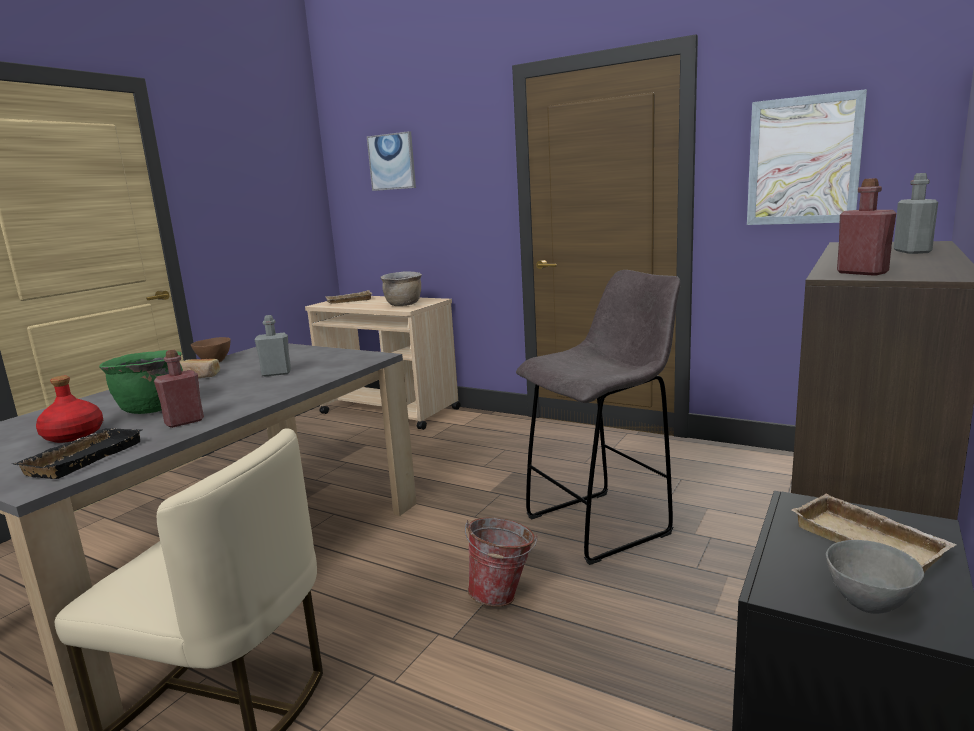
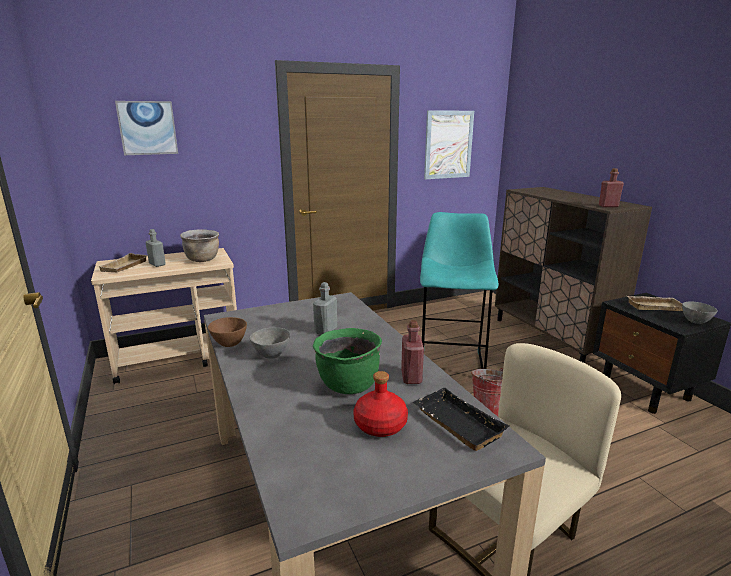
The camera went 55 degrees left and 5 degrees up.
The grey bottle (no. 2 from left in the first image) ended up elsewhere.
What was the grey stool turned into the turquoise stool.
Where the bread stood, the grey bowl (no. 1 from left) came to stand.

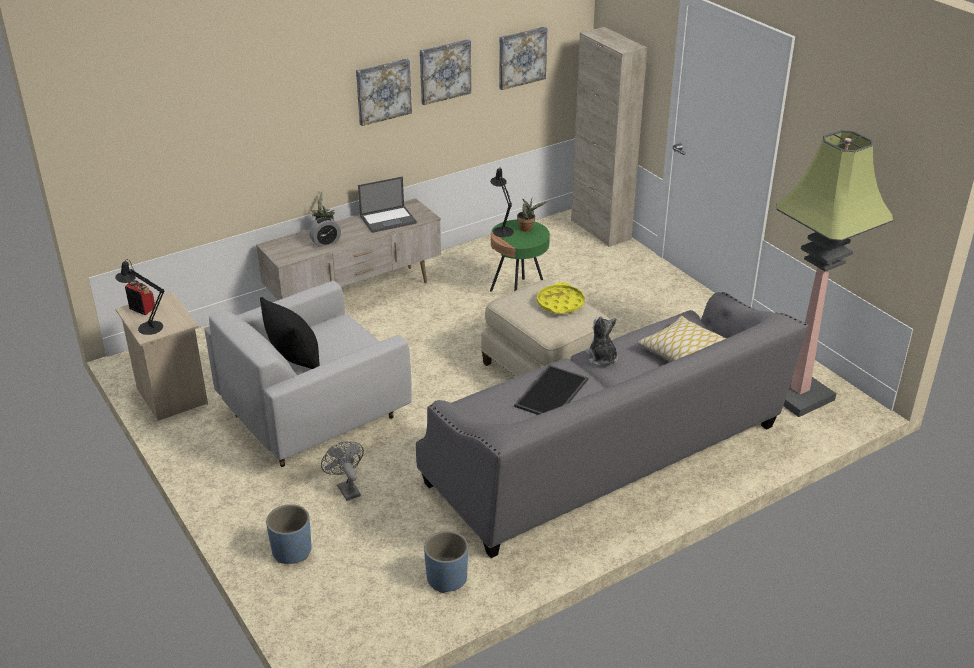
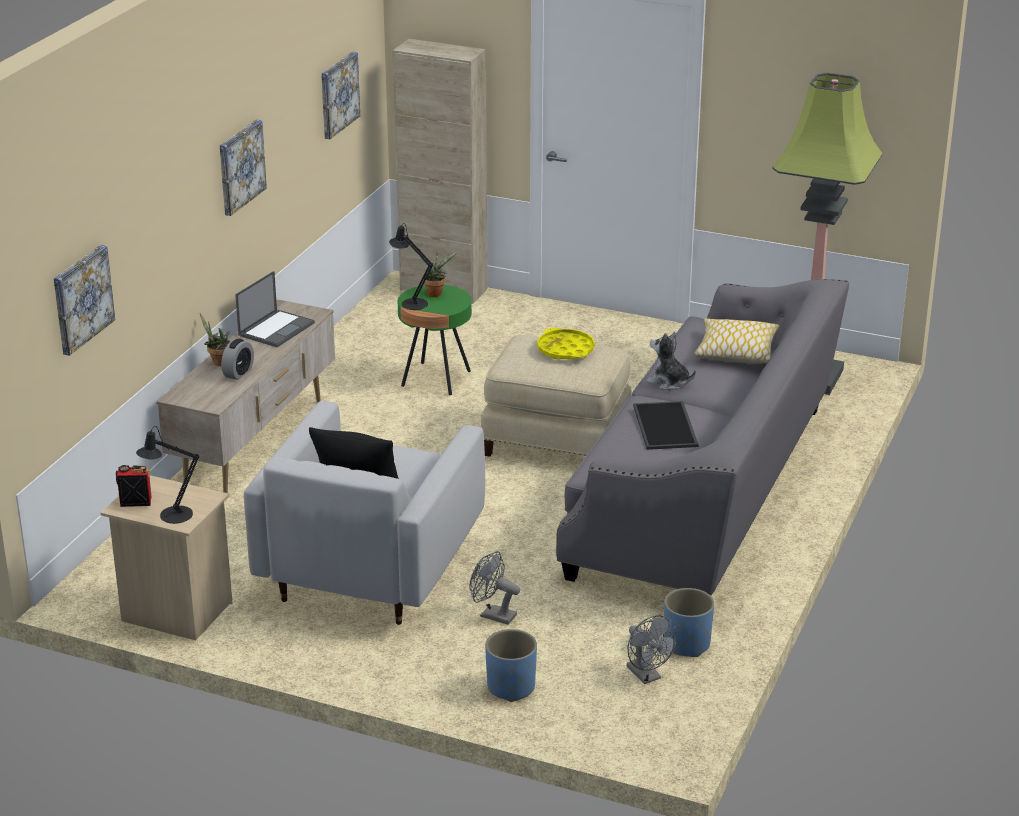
The camera went 35 degrees left and 5 degrees down.
The picture (no. 2 from left in the first image) ended up elsewhere.
The second view gained the grey fan (no. 2 from left).

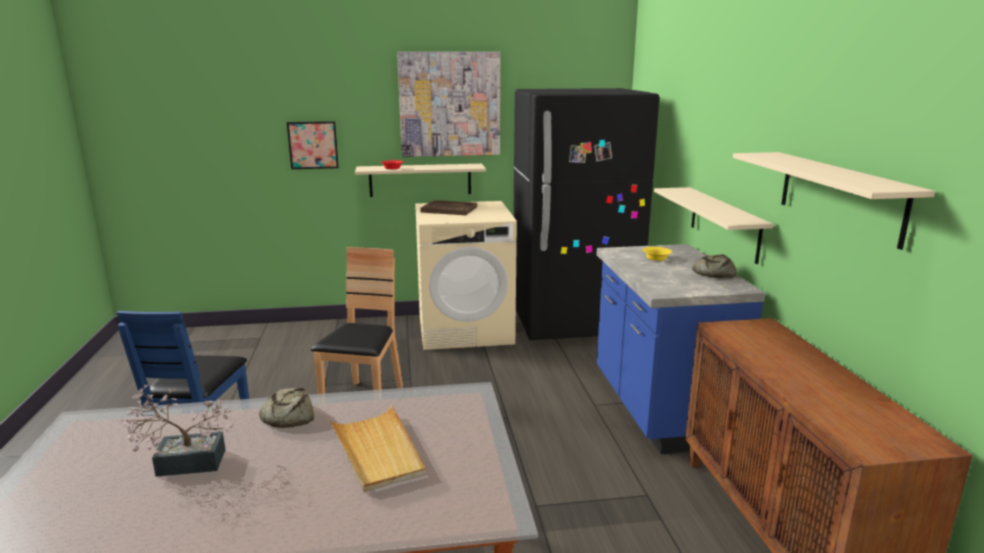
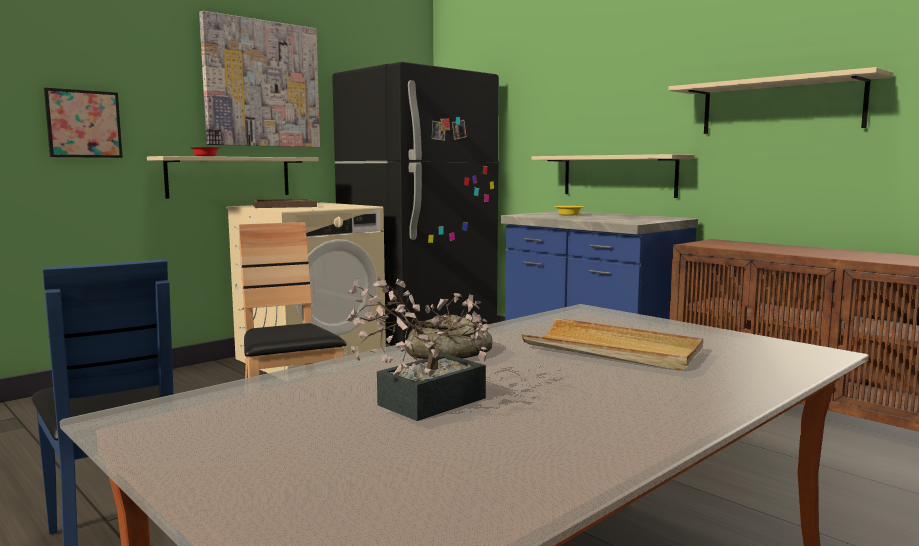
The camera went 35 degrees left and 10 degrees down.
The second view lost the bread (no. 2 from left).

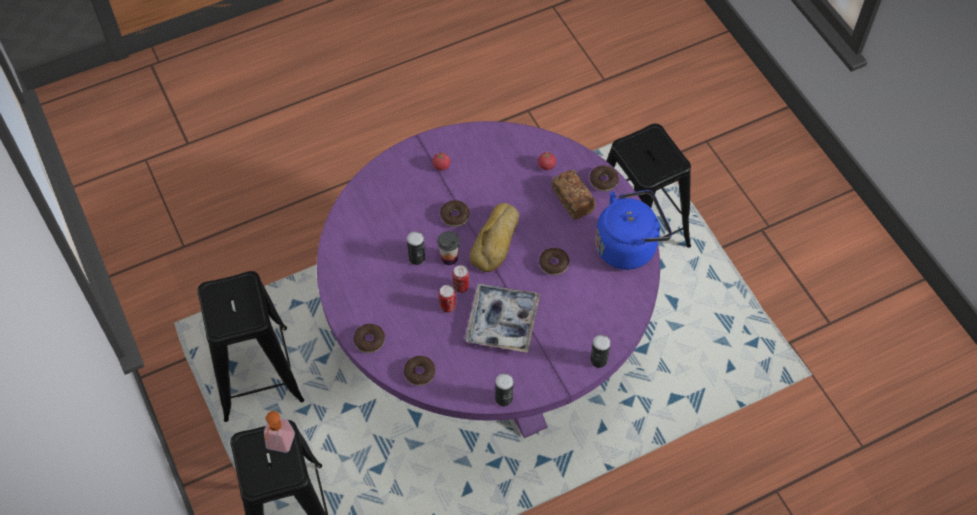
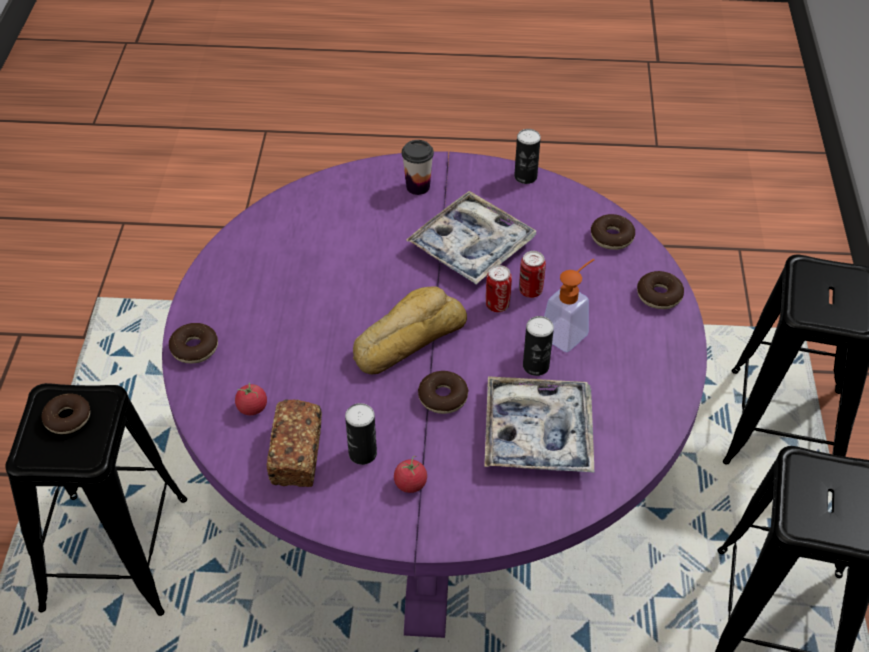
The camera went 150 degrees left and 10 degrees down.
The bread (no. 2 from left in the first image) ended up elsewhere.
The second view lost the blue kettle.
The cup ended up elsewhere.
The donut (no. 4 from left in the first image) ended up elsewhere.
The can (no. 5 from left in the first image) ended up elsewhere.
The soap dispenser ended up elsewhere.
The second view gained the tray (no. 2 from left).

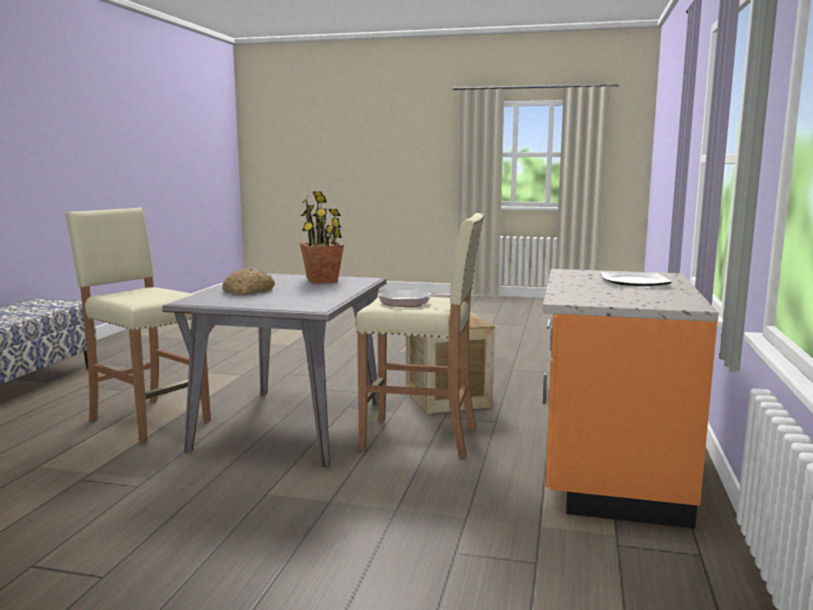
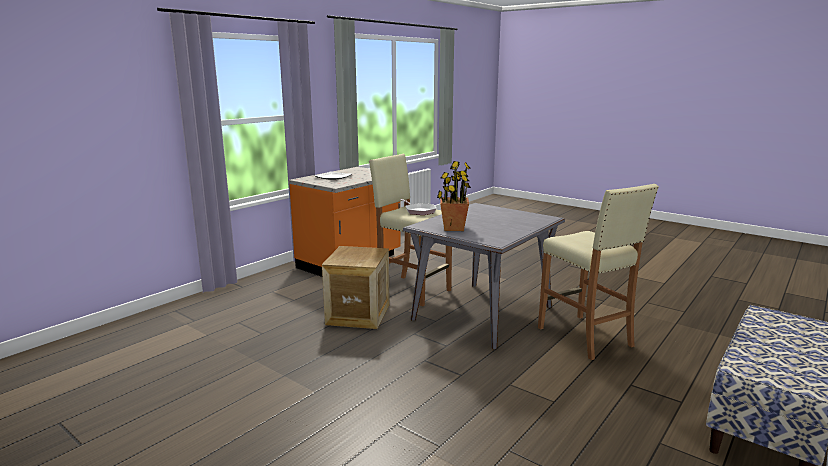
The camera went 155 degrees left and 5 degrees up.
The second view lost the bread.

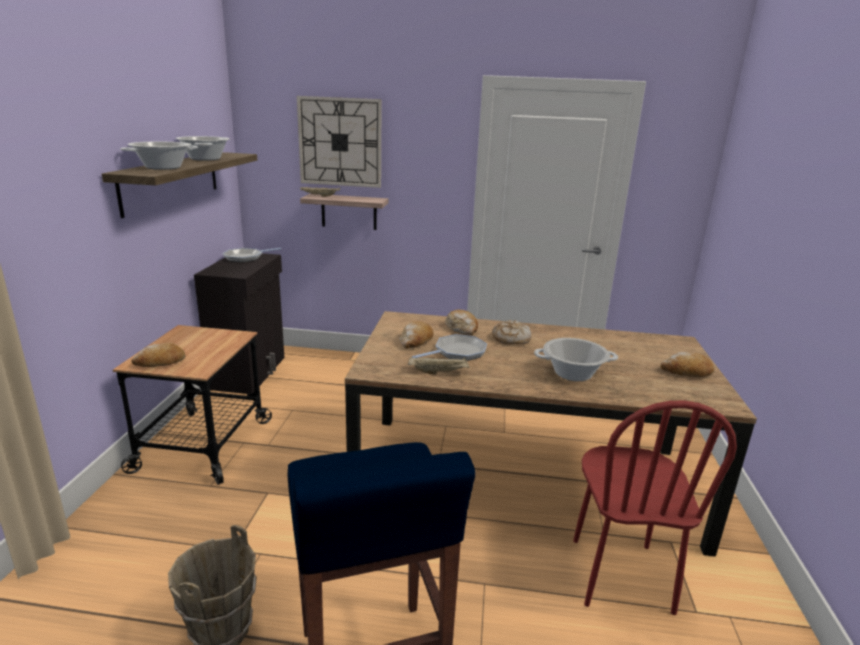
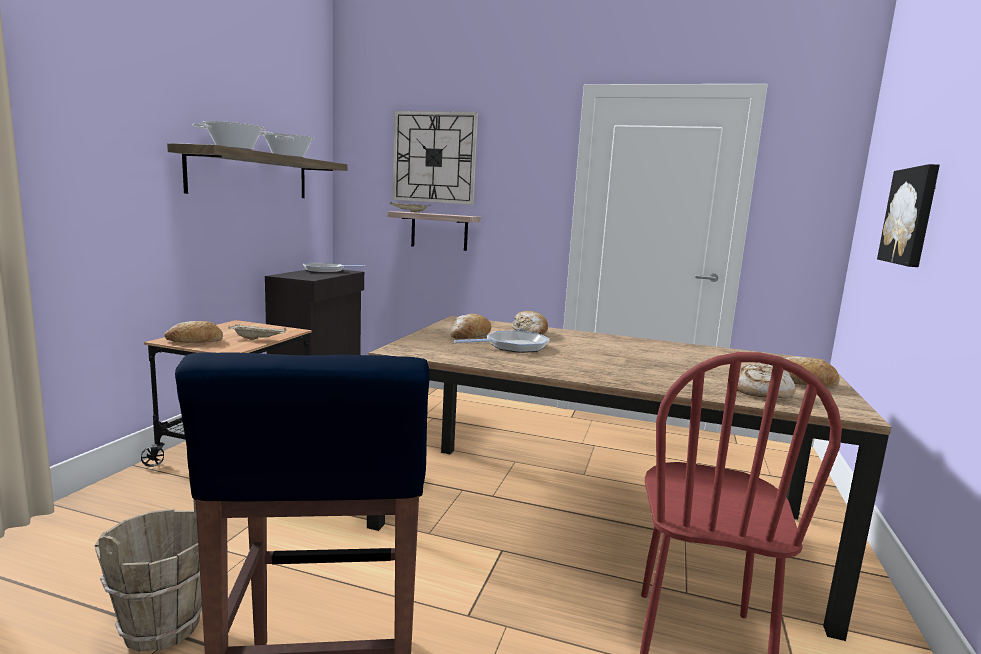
The camera went 10 degrees right and 10 degrees down.
The bread (no. 4 from left) ended up elsewhere.
The second view lost the cooking pot (no. 3 from left).
The beige tray (no. 2 from left in the first image) ended up elsewhere.
The second view gained the picture.

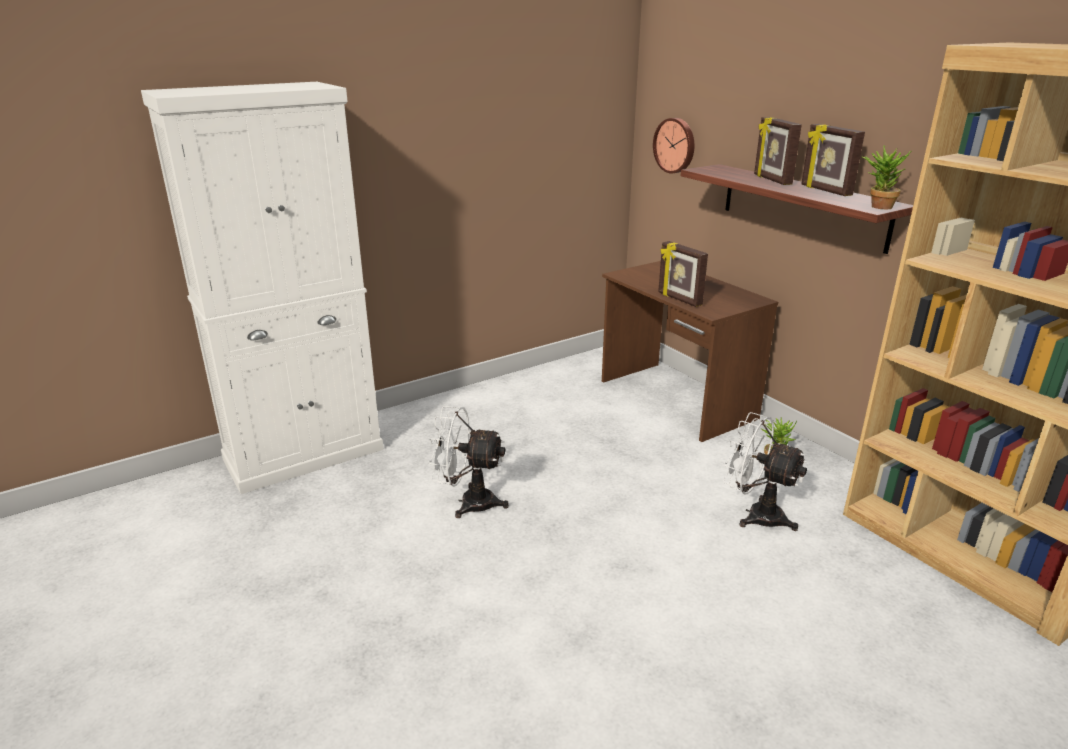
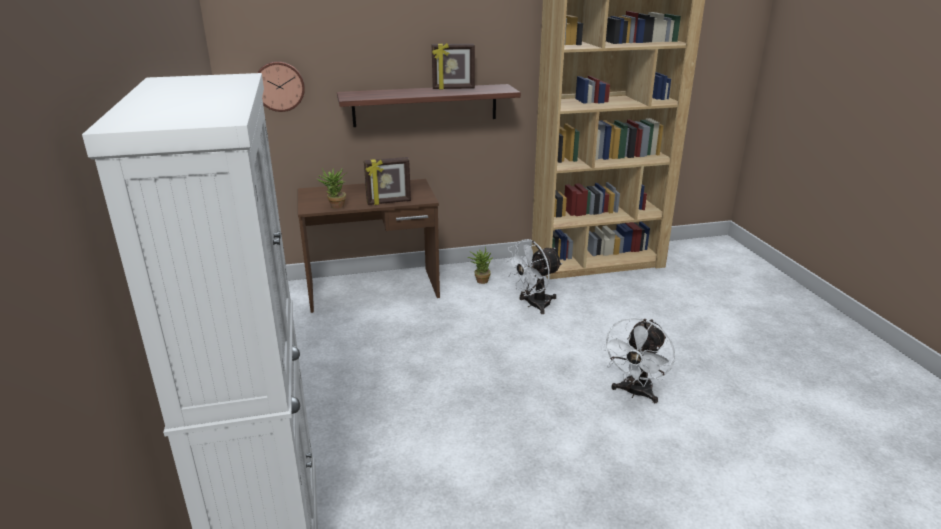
The camera went 70 degrees left and 0 degrees up.
The second view lost the picture frame (no. 2 from left).
The potted plant (no. 2 from left in the first image) ended up elsewhere.
The white fan (no. 1 from left in the first image) ended up elsewhere.

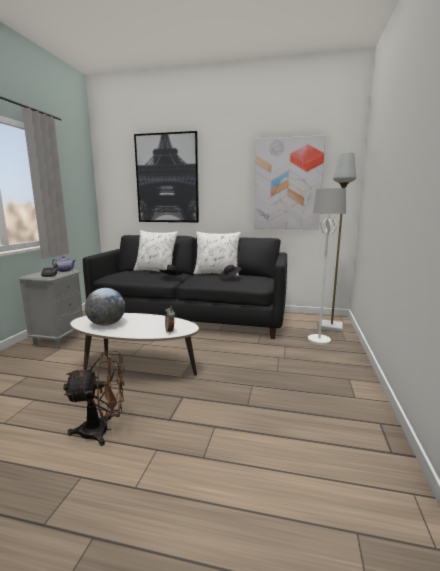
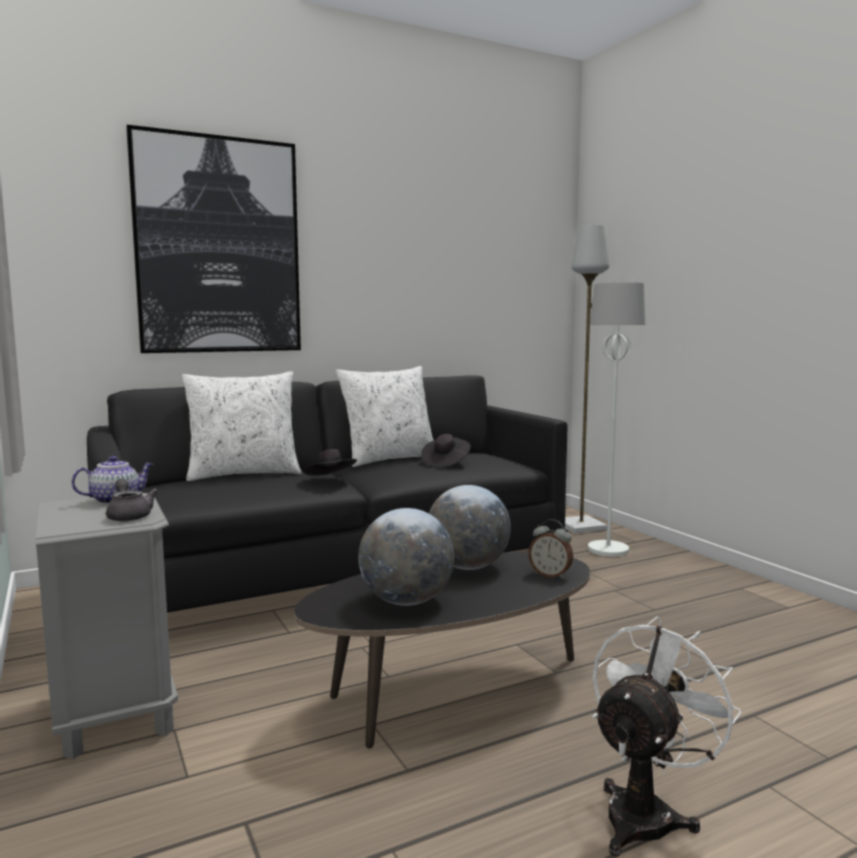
The camera went 40 degrees left and 5 degrees down.
The second view lost the picture (no. 2 from left).
What was the white coffee table turned into the black coffee table.
What was the brown fan turned into the white fan.
The second view gained the globe (no. 2 from left).

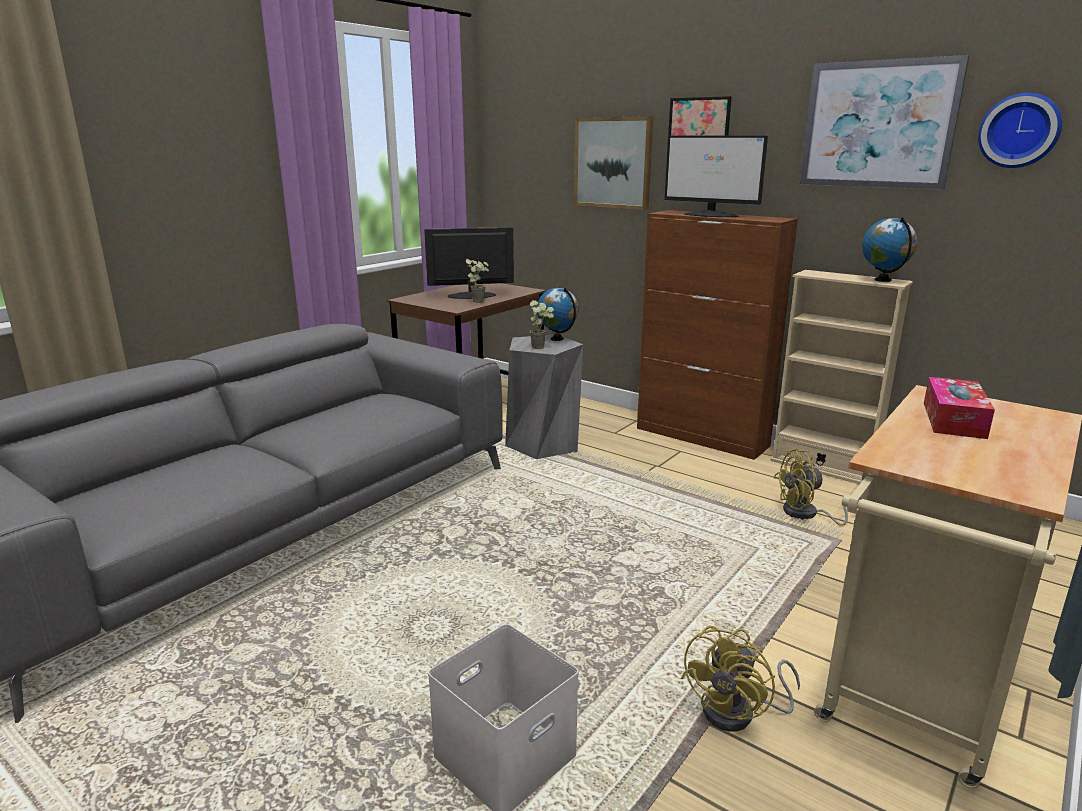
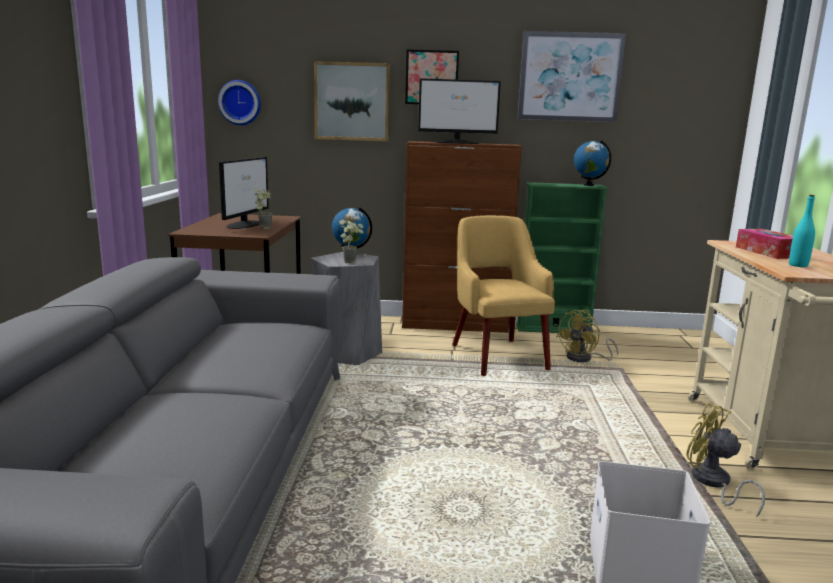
The camera went 35 degrees left and 5 degrees down.
The wall clock ended up elsewhere.
The monitor (no. 1 from left) ended up facing another way, 150 degrees clockwise from before.
What was the beige bookcase turned into the green bookcase.
The yellow fan (no. 1 from left in the first image) ended up facing another way, 135 degrees clockwise from before.
The second view gained the turquoise bottle.
The second view gained the yellow armchair.

